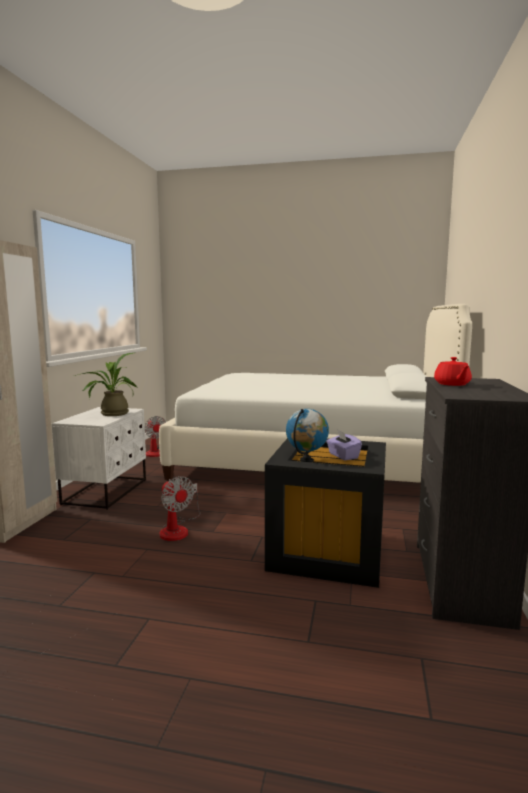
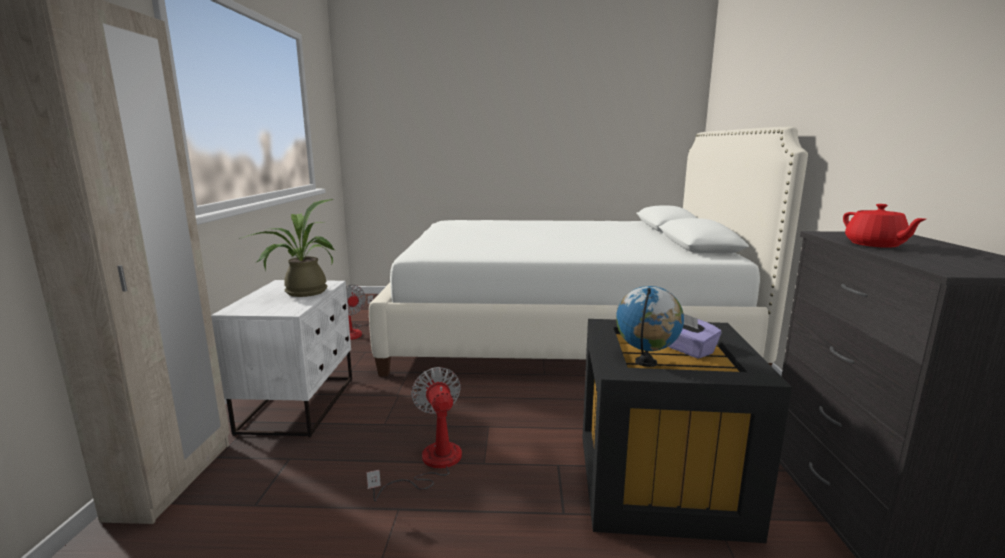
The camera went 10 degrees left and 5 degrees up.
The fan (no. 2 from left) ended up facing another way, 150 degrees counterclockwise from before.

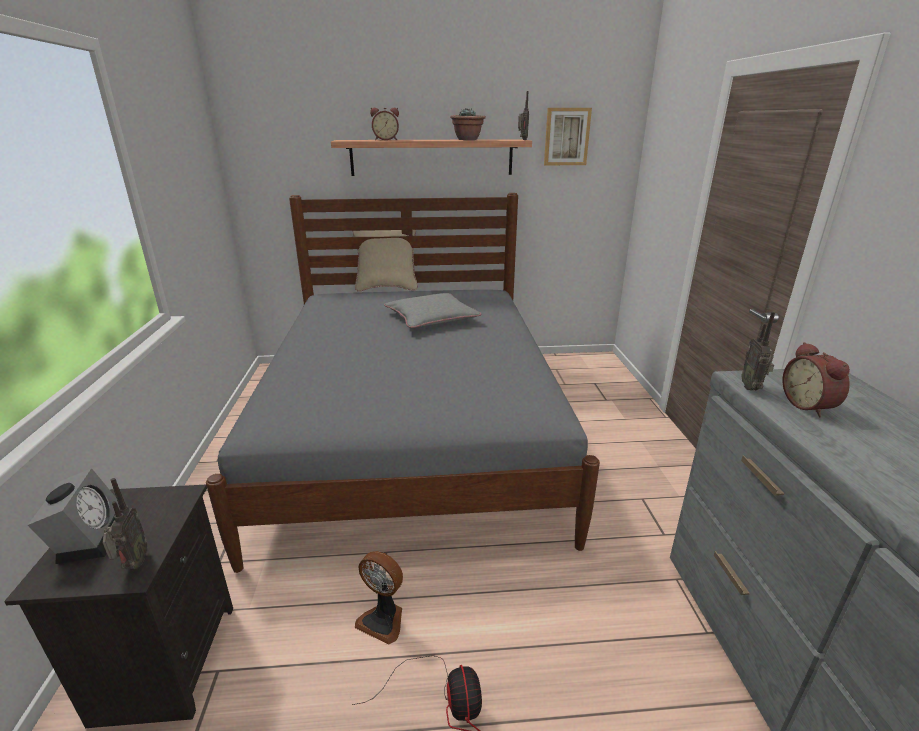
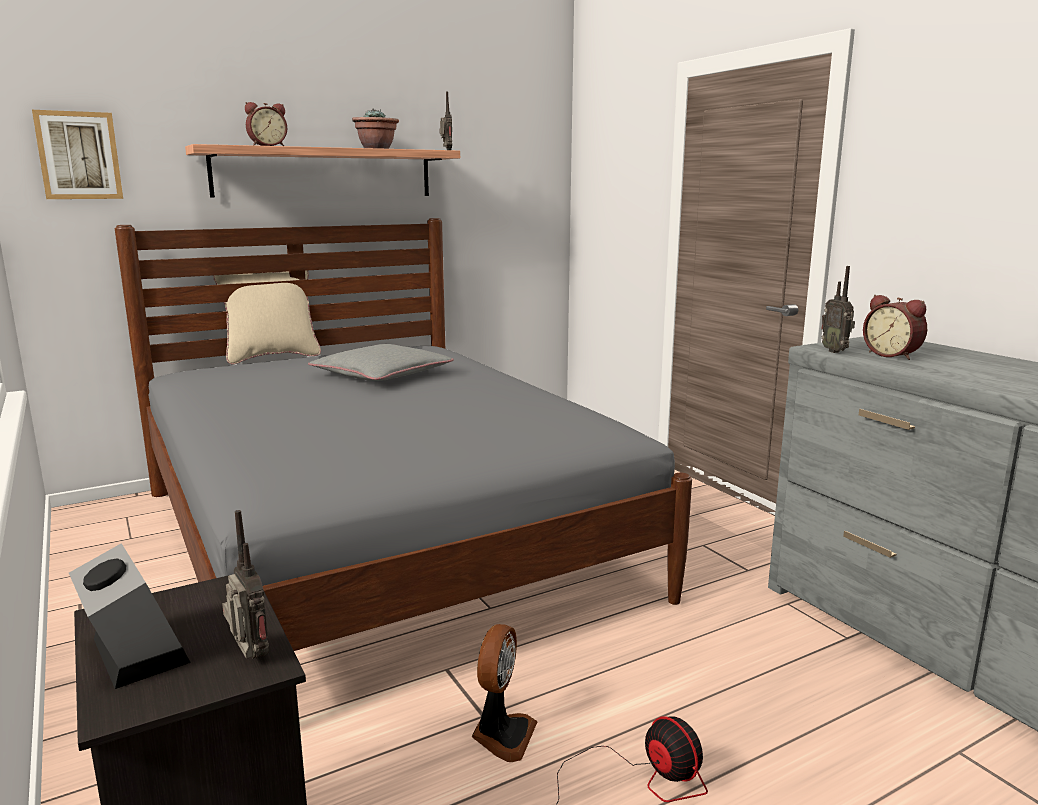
The camera went 25 degrees left and 10 degrees down.
The picture ended up elsewhere.
The fan (no. 1 from left) ended up facing another way, 75 degrees counterclockwise from before.

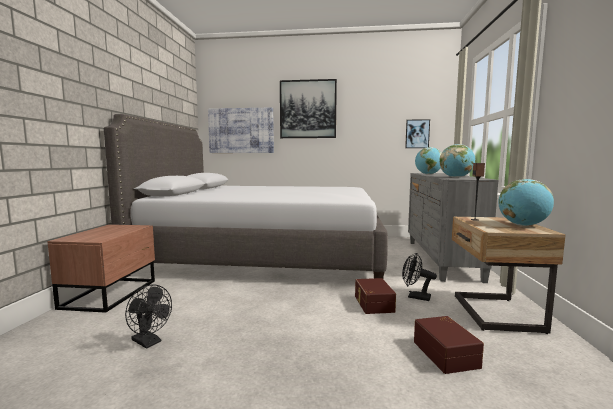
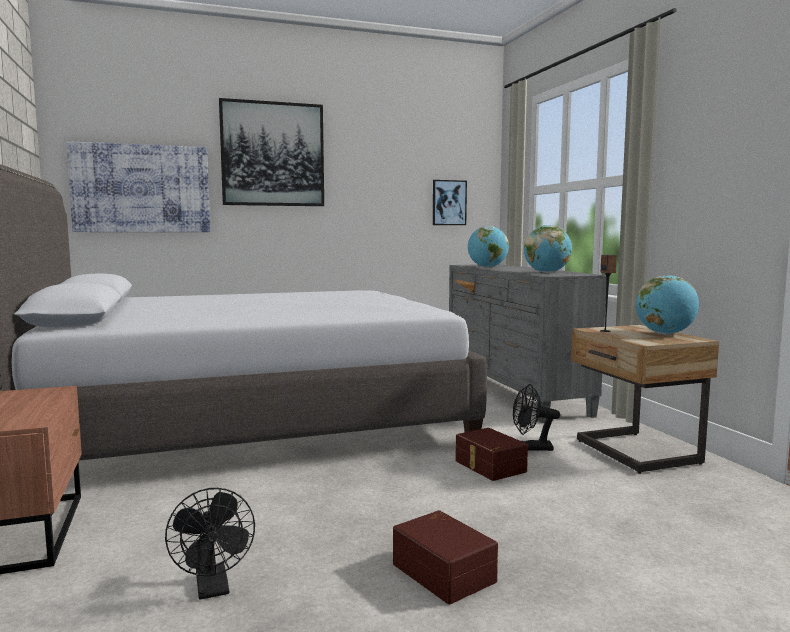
The camera went 25 degrees left and 0 degrees up.
The black fan (no. 1 from left) ended up facing another way, 60 degrees clockwise from before.
The brown storage box (no. 2 from left in the first image) ended up elsewhere.

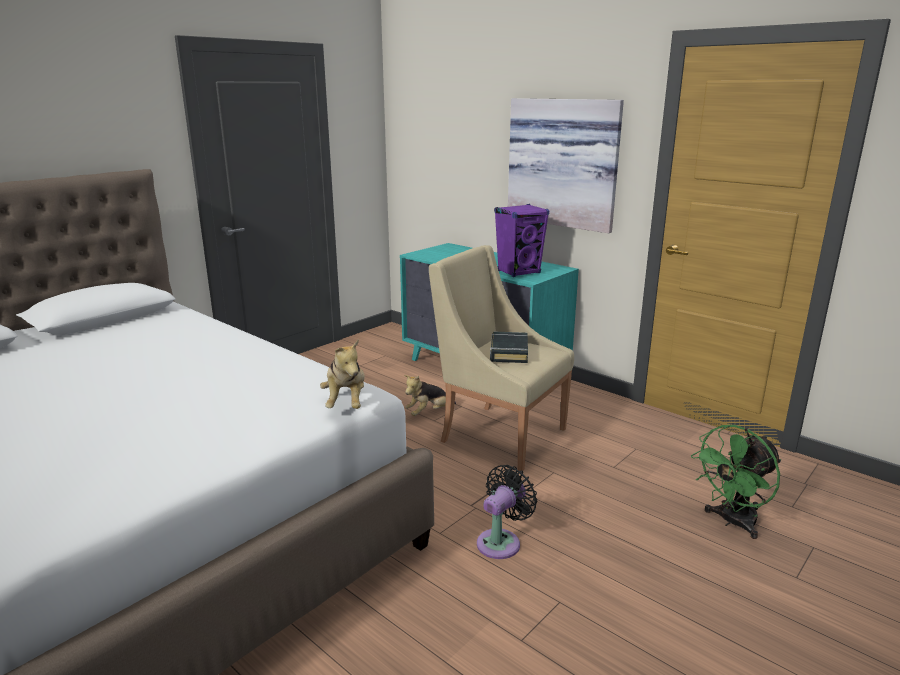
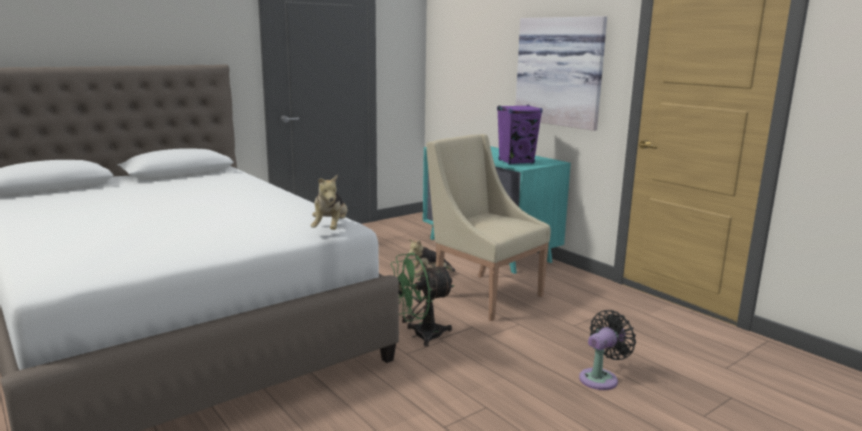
The camera went 10 degrees right and 5 degrees down.
The second view lost the black book.
The green fan ended up elsewhere.
The black fan ended up elsewhere.

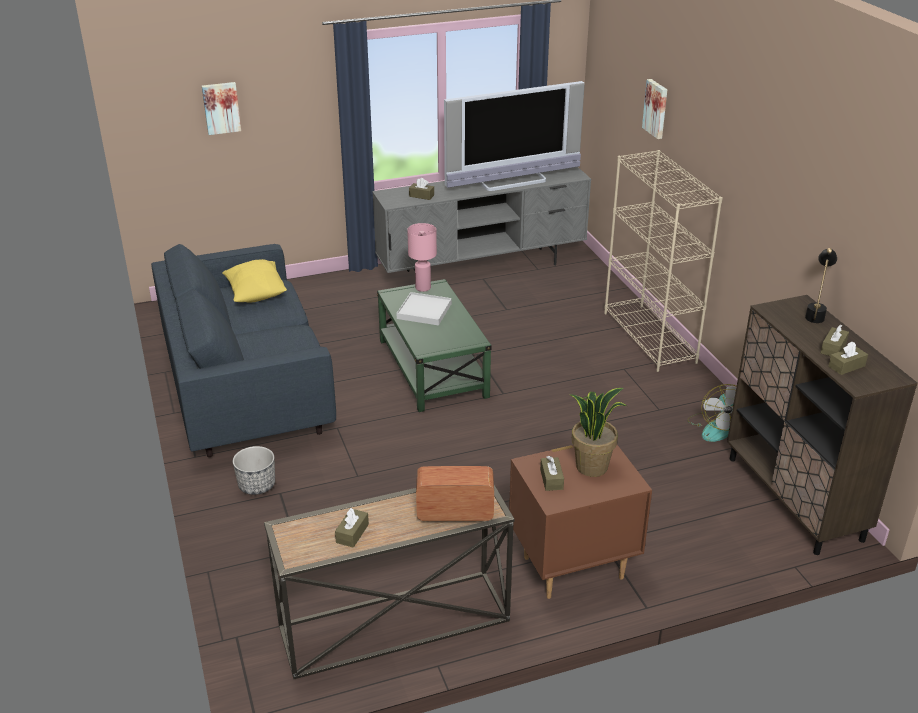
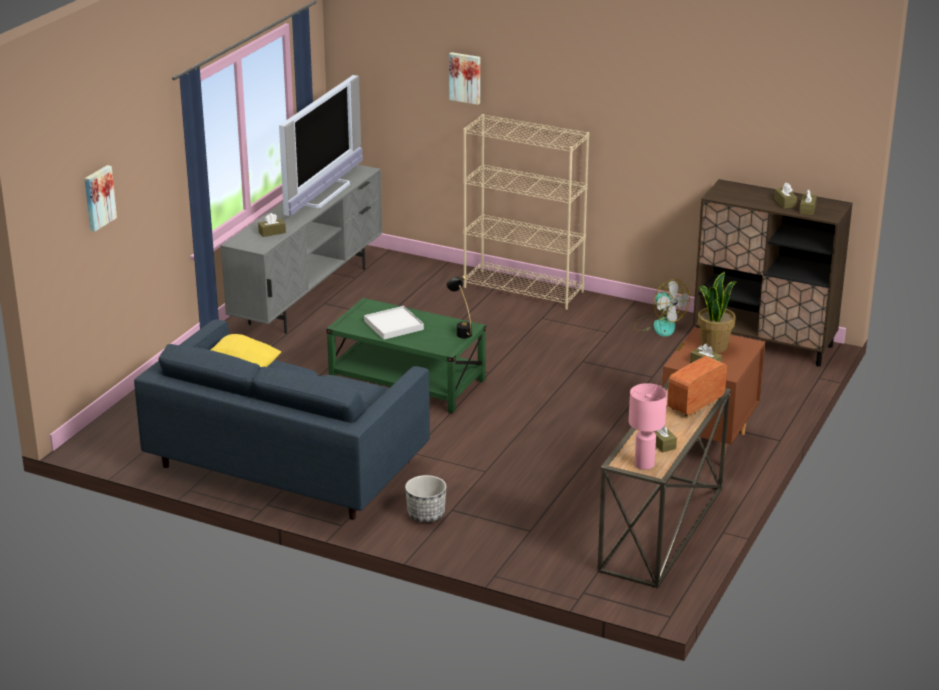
The camera went 45 degrees left and 5 degrees down.
The pink table lamp ended up elsewhere.
The black table lamp ended up elsewhere.

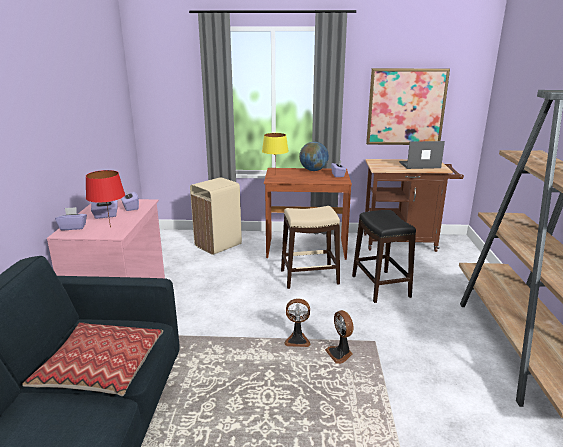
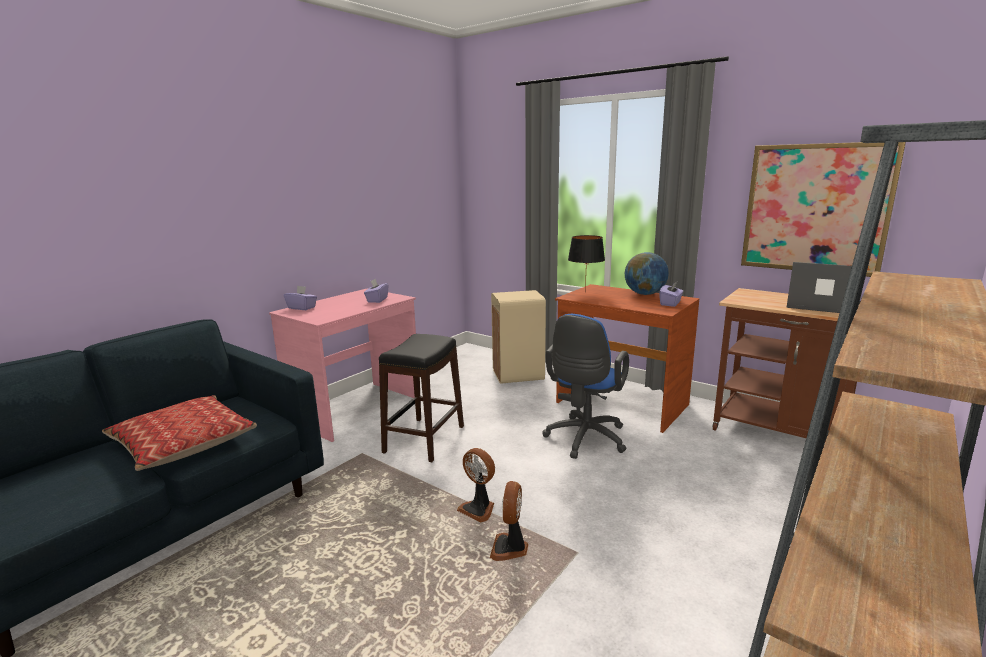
The camera went 35 degrees right and 5 degrees down.
What was the yellow table lamp turned into the black table lamp.
The second view lost the red table lamp.
The second view lost the purple tissue box (no. 2 from left).
Where the beige stool stood, the blue office chair came to stand.
The black stool ended up elsewhere.

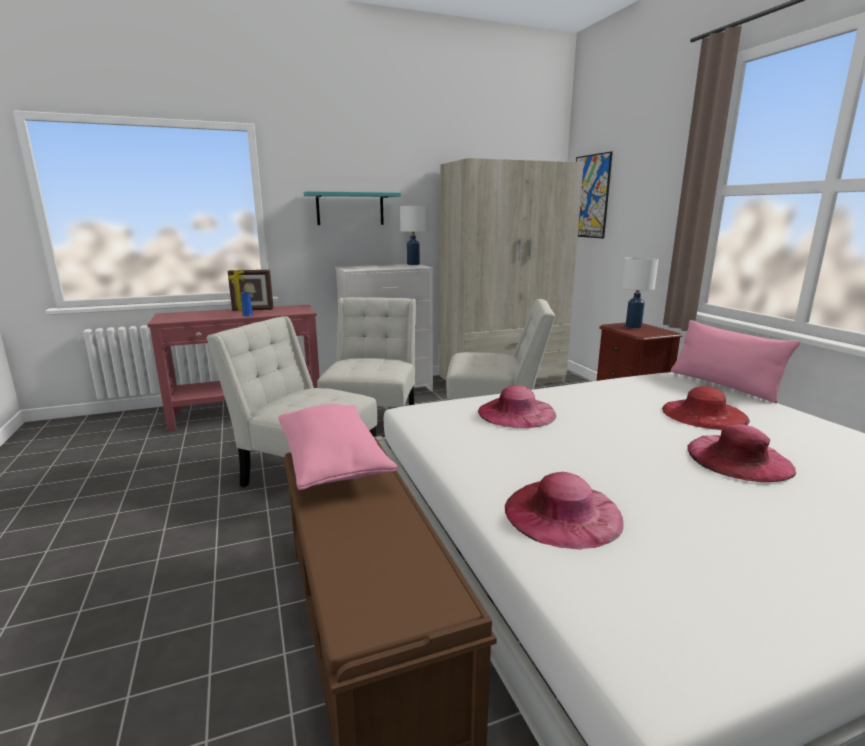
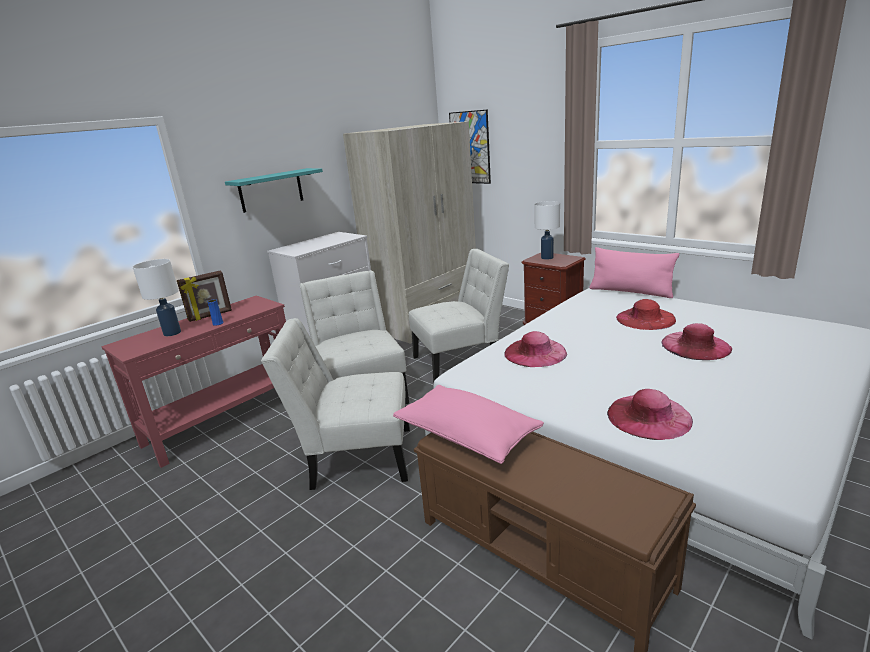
The camera went 25 degrees left and 5 degrees up.
The white table lamp (no. 1 from left) ended up elsewhere.

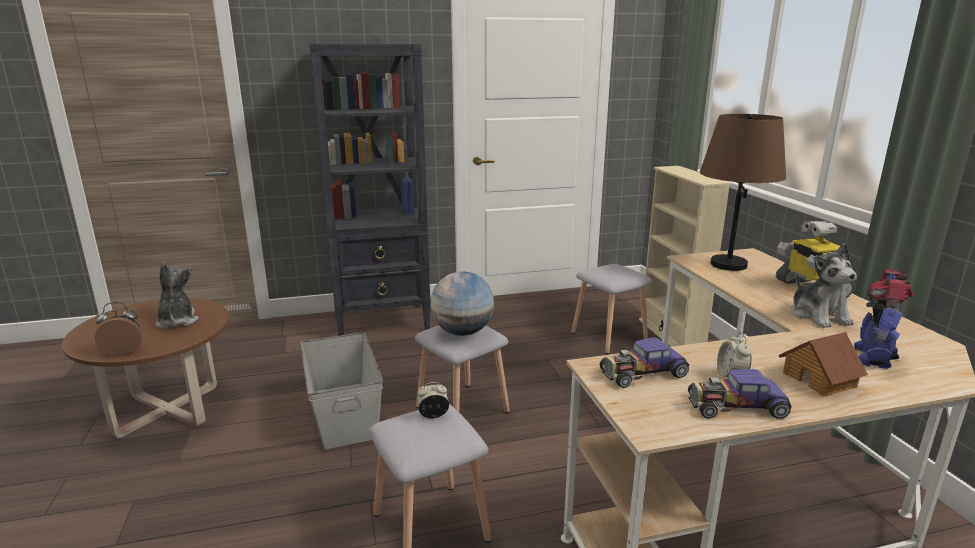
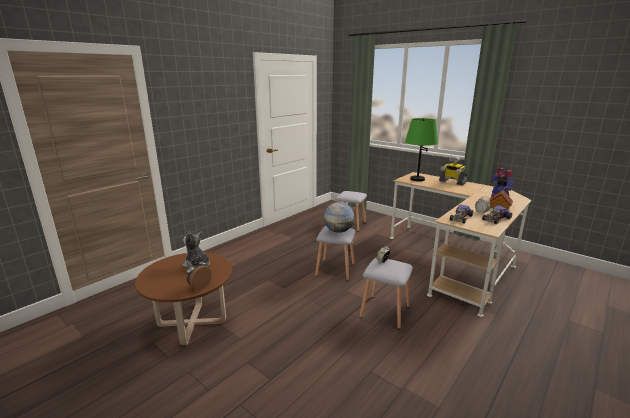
The camera went 35 degrees left and 0 degrees up.
The second view lost the black bookcase.
What was the brown table lamp turned into the green table lamp.
The second view lost the beige bookcase.
The second view lost the plush toy (no. 2 from left).
The second view lost the grey storage box.

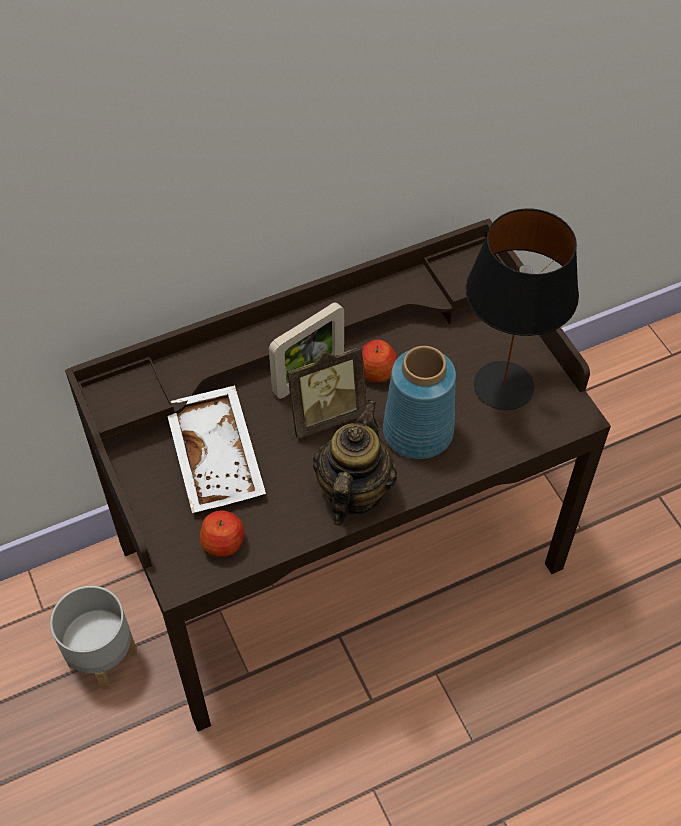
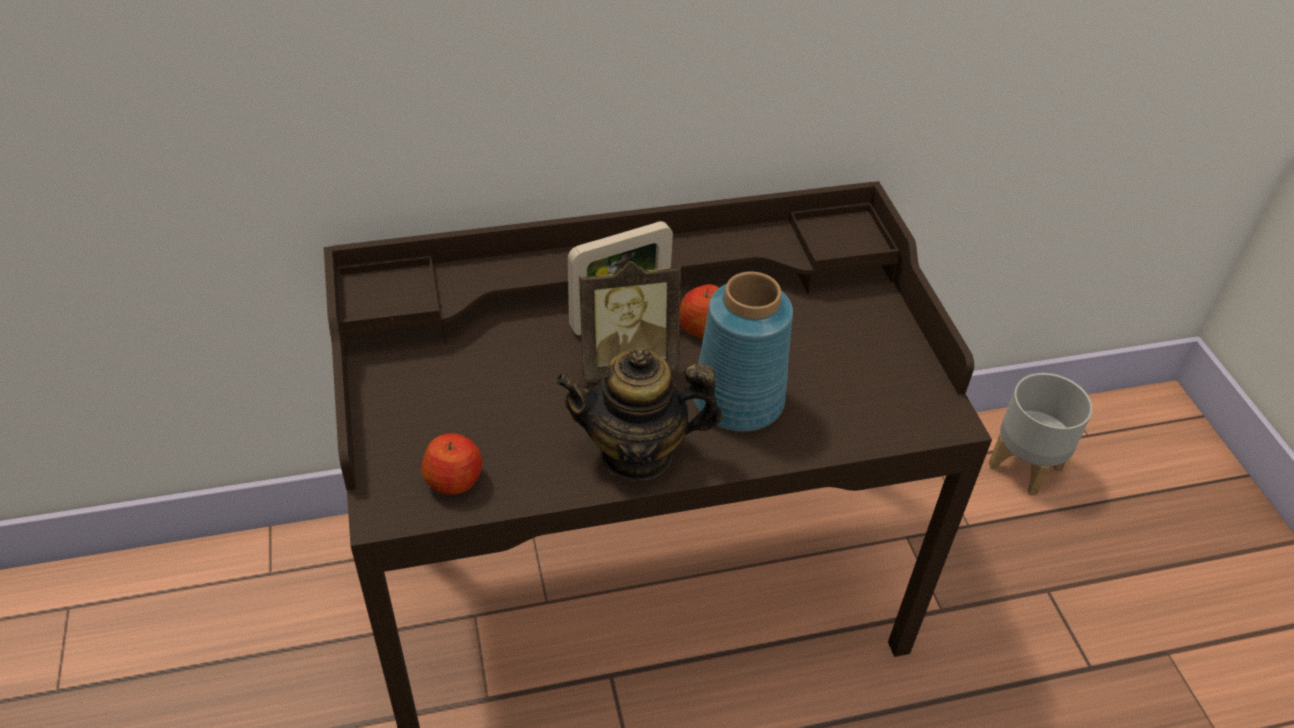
The camera went 10 degrees right and 10 degrees down.
The second view lost the black table lamp.
The second view lost the white tray.
The teapot ended up facing another way, 120 degrees counterclockwise from before.
The grey planter ended up elsewhere.

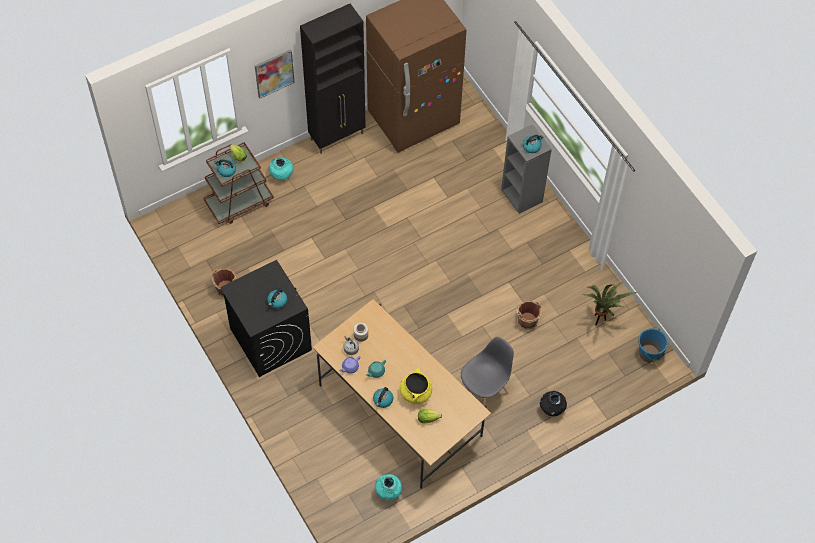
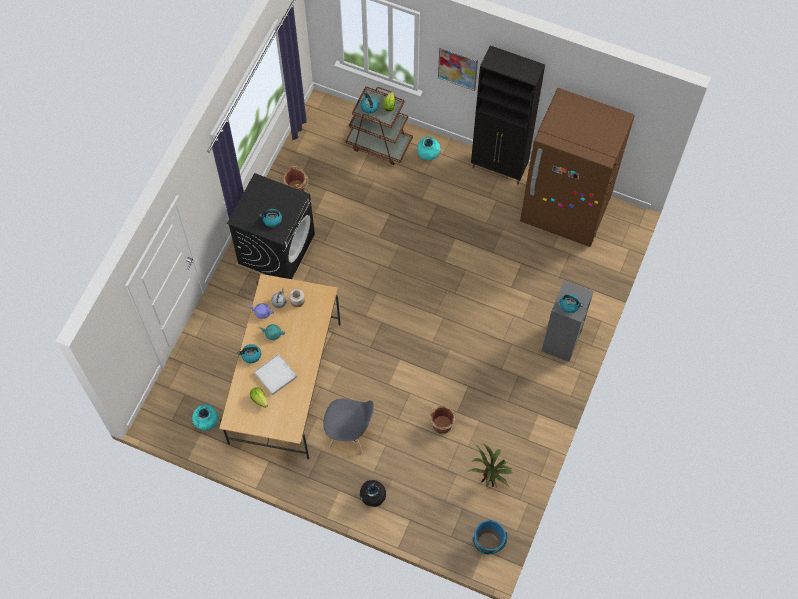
The camera went 55 degrees right and 5 degrees up.
Where the yellow cooking pot stood, the white tray came to stand.

